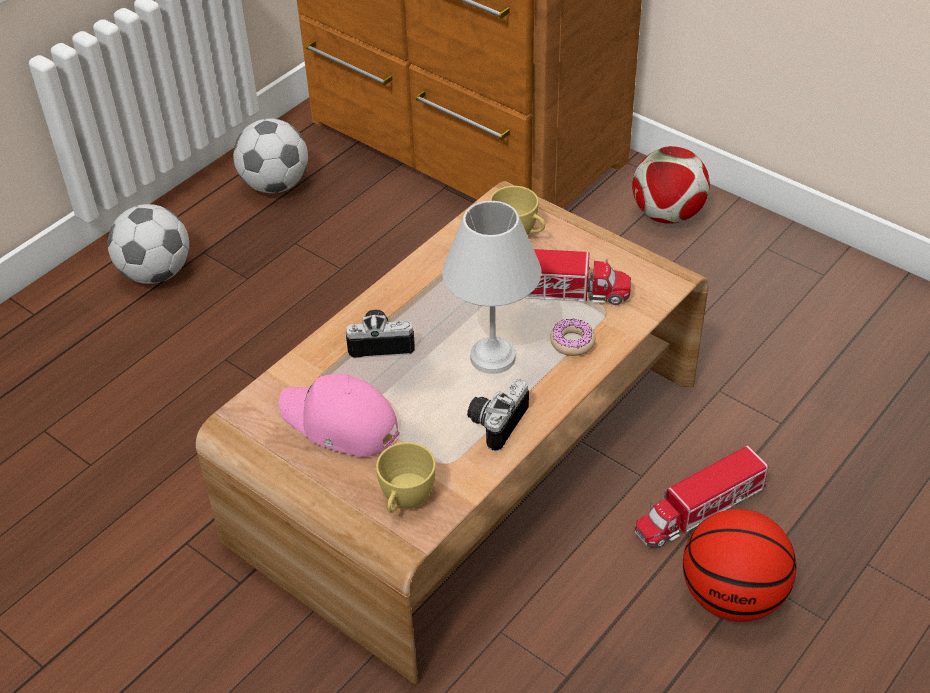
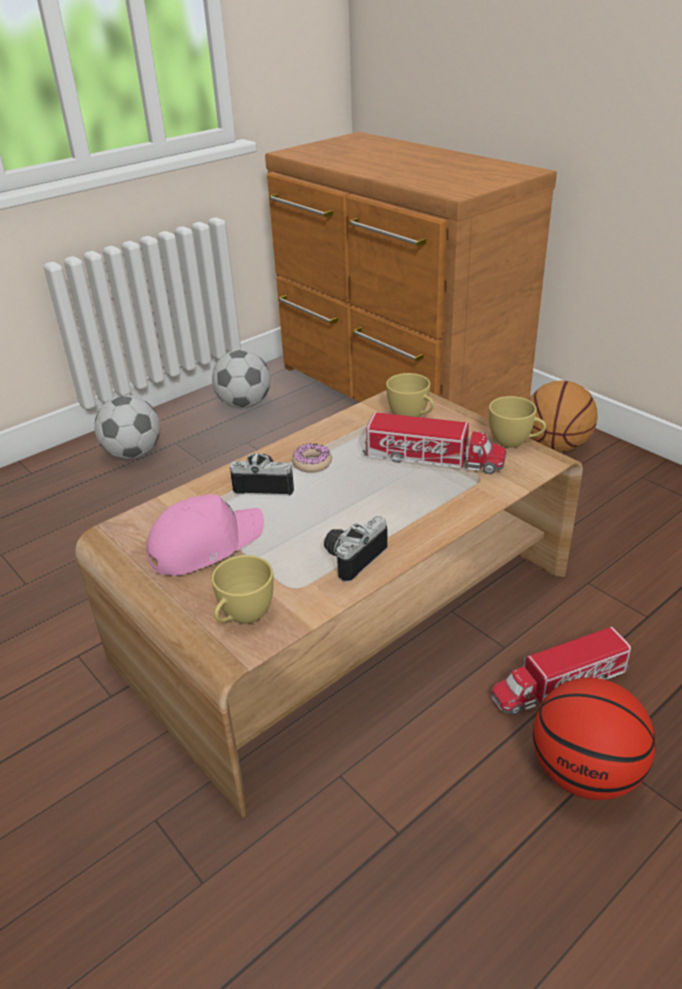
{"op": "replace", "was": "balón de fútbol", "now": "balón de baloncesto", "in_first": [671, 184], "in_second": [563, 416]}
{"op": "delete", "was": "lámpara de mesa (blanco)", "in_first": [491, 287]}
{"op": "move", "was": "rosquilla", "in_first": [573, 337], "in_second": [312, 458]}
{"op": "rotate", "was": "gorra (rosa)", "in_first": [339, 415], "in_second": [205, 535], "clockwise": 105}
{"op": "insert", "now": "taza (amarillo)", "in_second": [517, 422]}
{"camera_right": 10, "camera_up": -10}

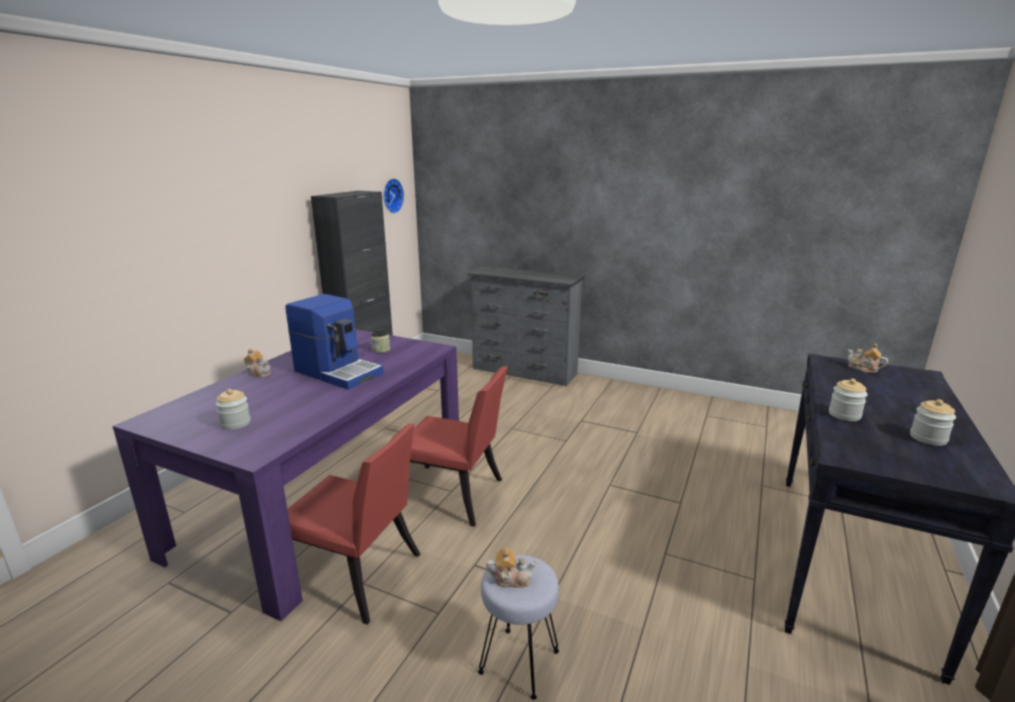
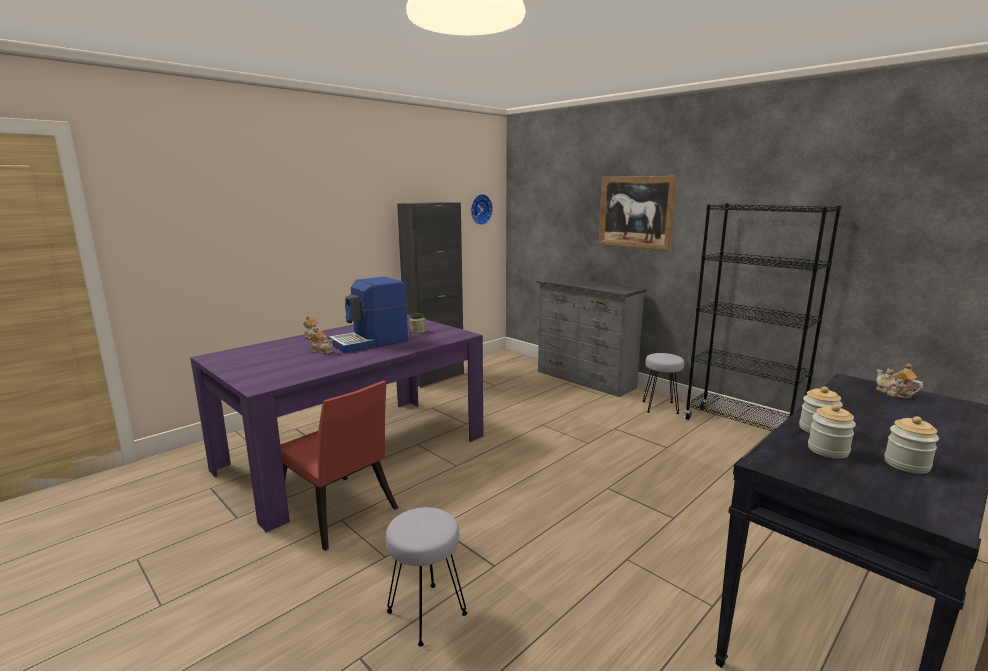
{"op": "rotate", "was": "cafetera", "in_first": [334, 342], "in_second": [368, 315], "clockwise": 90}
{"op": "delete", "was": "silla (rojo)", "in_first": [459, 446]}
{"op": "move", "was": "tarro", "in_first": [233, 409], "in_second": [832, 431]}
{"op": "move", "was": "tetera", "in_first": [511, 567], "in_second": [320, 341]}
{"op": "insert", "now": "cuadro", "in_second": [638, 213]}
{"op": "insert", "now": "estantería (negro)", "in_second": [762, 317]}
{"op": "insert", "now": "taburete (gris)", "in_second": [663, 383]}
{"camera_right": 20, "camera_up": -5}

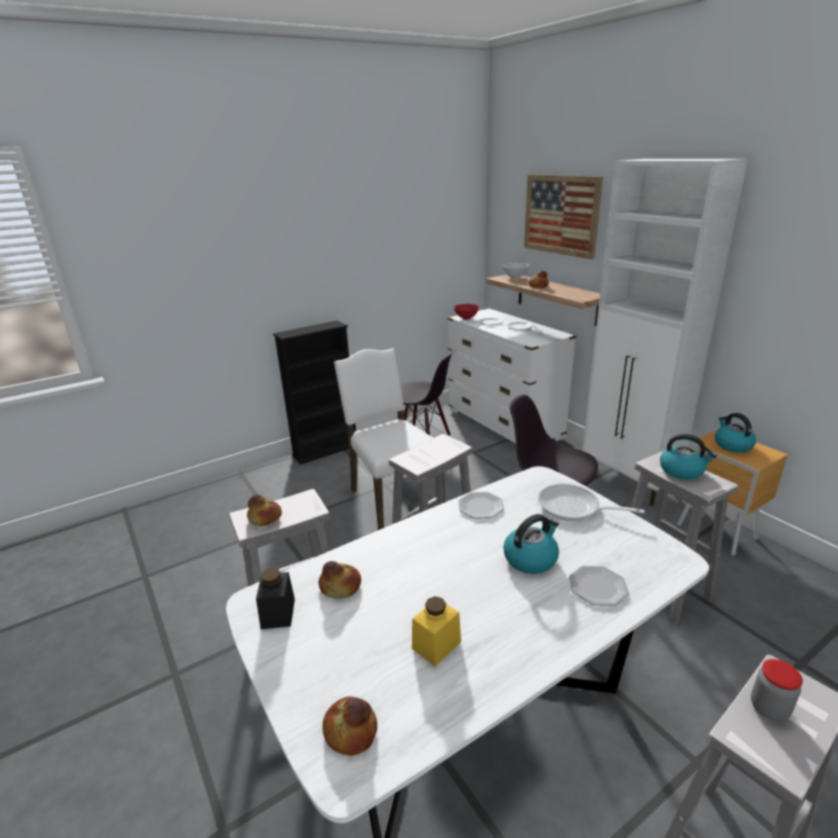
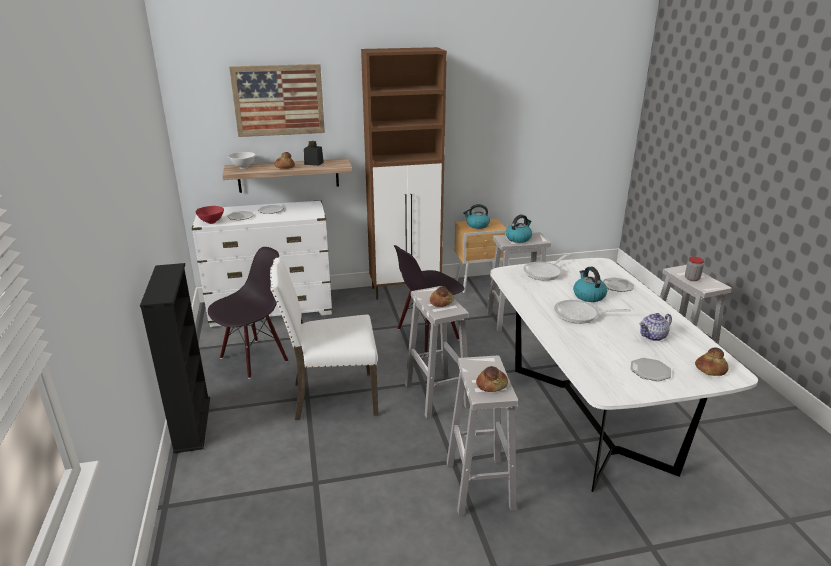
{"op": "recolor", "was": "armario (blanco)", "now": "armario (marrón)", "in_first": [665, 332], "in_second": [404, 173]}
{"op": "move", "was": "plato", "in_first": [481, 505], "in_second": [650, 369]}
{"op": "move", "was": "pan", "in_first": [340, 580], "in_second": [442, 296]}
{"op": "move", "was": "tarro (negro)", "in_first": [275, 598], "in_second": [314, 153]}
{"op": "replace", "was": "tarro (amarillo)", "now": "tetera", "in_first": [436, 631], "in_second": [656, 327]}
{"op": "insert", "now": "sartén", "in_second": [592, 312]}
{"camera_right": -70, "camera_up": 0}

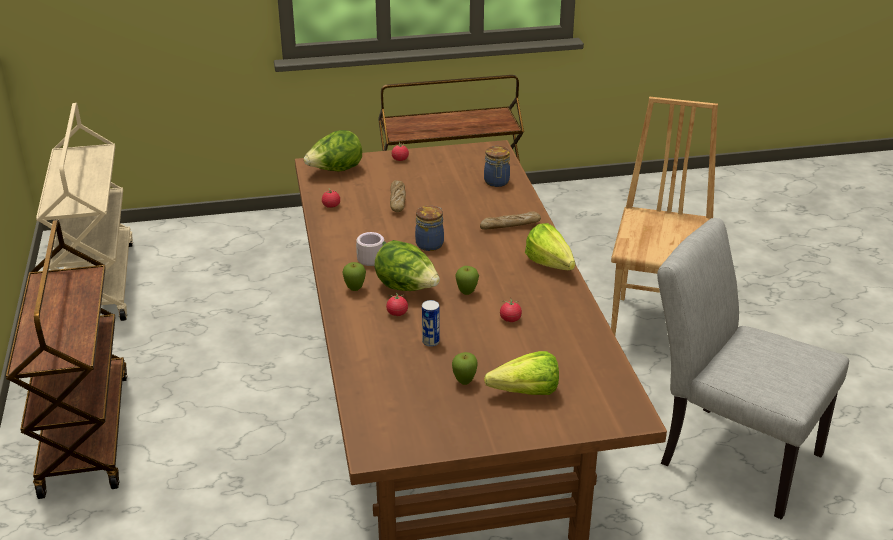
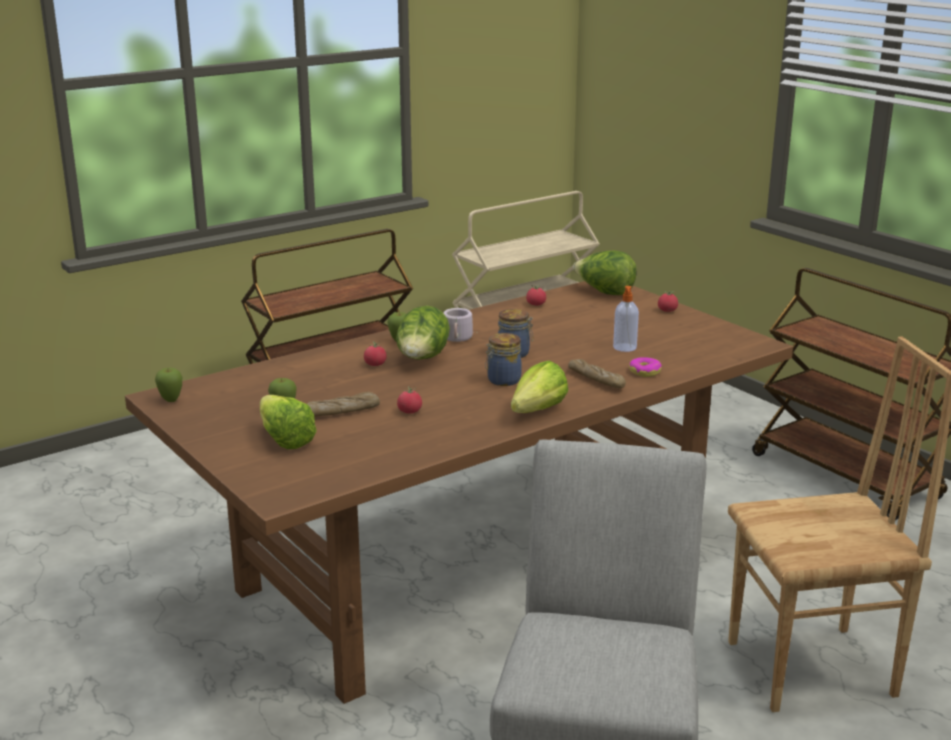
{"op": "move", "was": "tarro", "in_first": [497, 166], "in_second": [503, 359]}
{"op": "move", "was": "pan", "in_first": [398, 196], "in_second": [343, 404]}
{"op": "move", "was": "manzana", "in_first": [467, 280], "in_second": [168, 385]}
{"op": "delete", "was": "lata", "in_first": [431, 323]}
{"op": "insert", "now": "dispensador de jabón", "in_second": [626, 319]}
{"op": "insert", "now": "rosquilla", "in_second": [645, 367]}
{"camera_right": 65, "camera_up": -10}

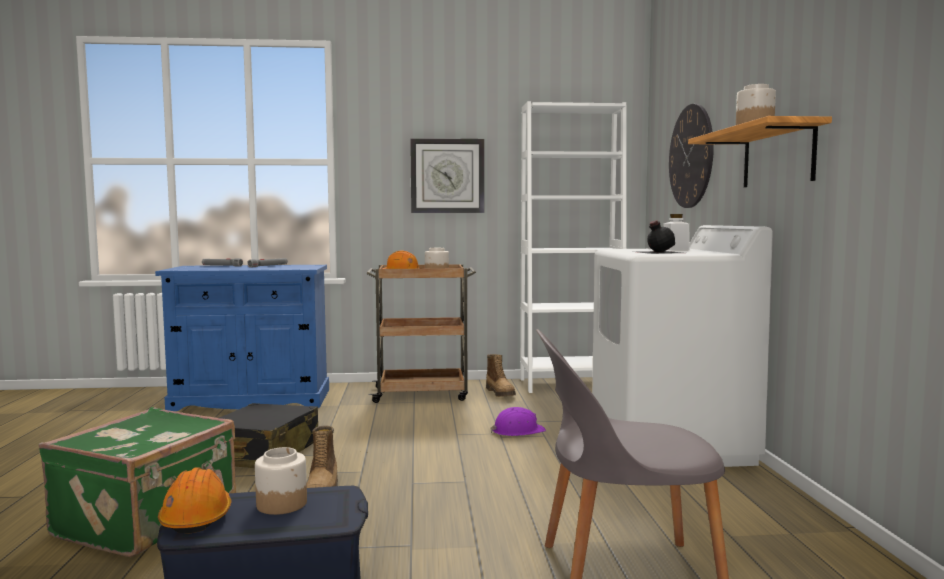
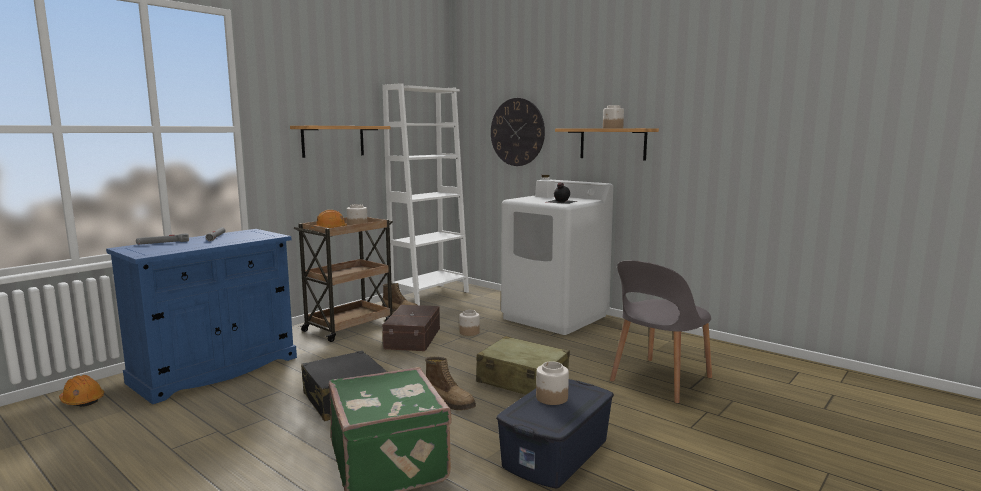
{"op": "replace", "was": "reloj de pared", "now": "estante", "in_first": [447, 175], "in_second": [340, 142]}
{"op": "replace", "was": "casco (morado)", "now": "tarro", "in_first": [518, 421], "in_second": [469, 323]}
{"op": "move", "was": "casco (naranja)", "in_first": [195, 500], "in_second": [81, 391]}
{"op": "insert", "now": "caja de almacenaje (marrón)", "in_second": [411, 328]}
{"op": "insert", "now": "maleta (beis)", "in_second": [523, 365]}
{"camera_right": -45, "camera_up": 5}

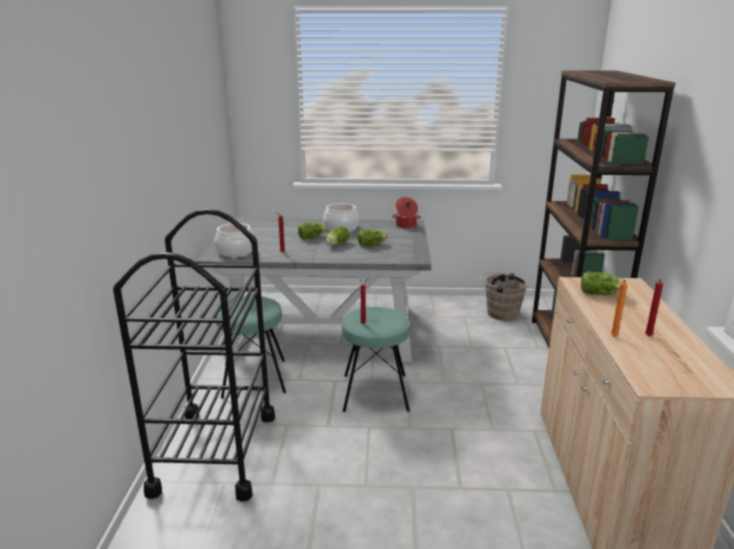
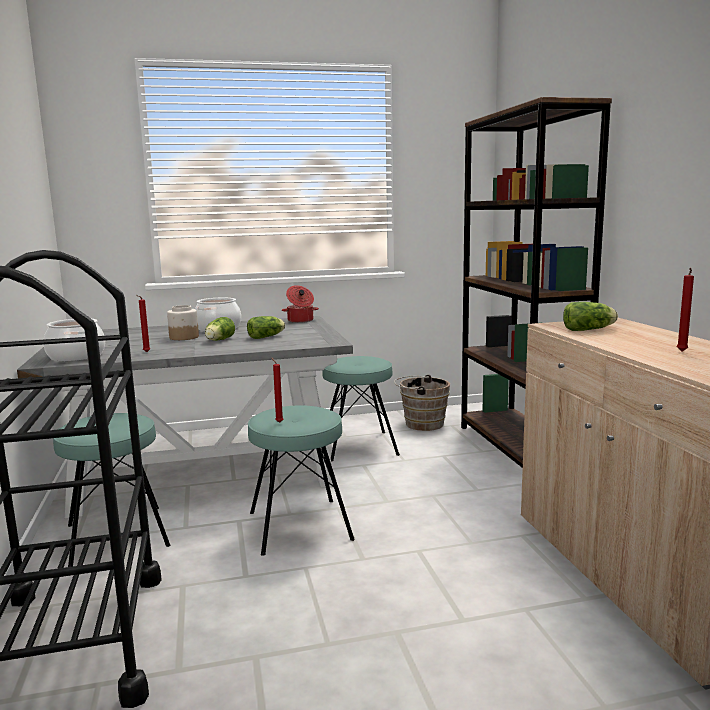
{"op": "replace", "was": "lechuga", "now": "tarro", "in_first": [312, 230], "in_second": [183, 322]}
{"op": "delete", "was": "vela (naranja)", "in_first": [619, 308]}
{"op": "insert", "now": "taburete (turquesa)", "in_second": [361, 408]}
{"camera_right": -15, "camera_up": -10}

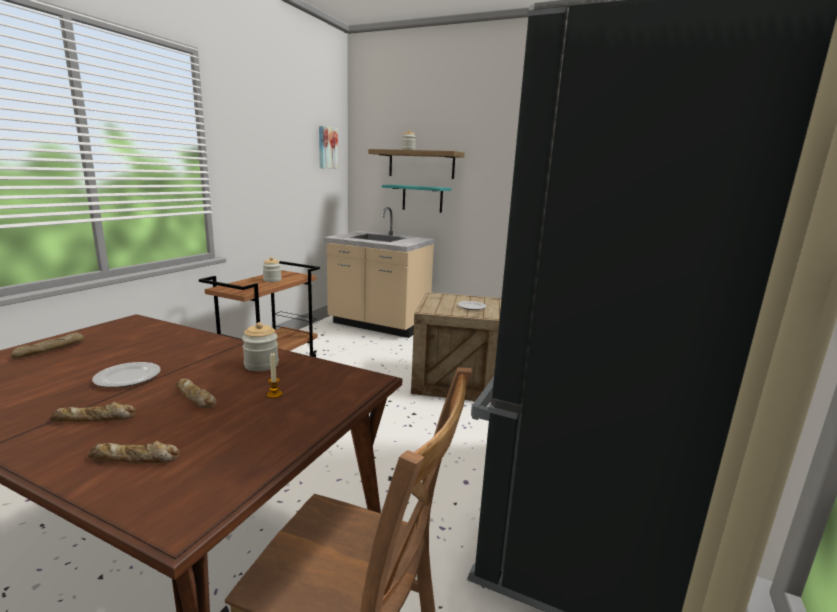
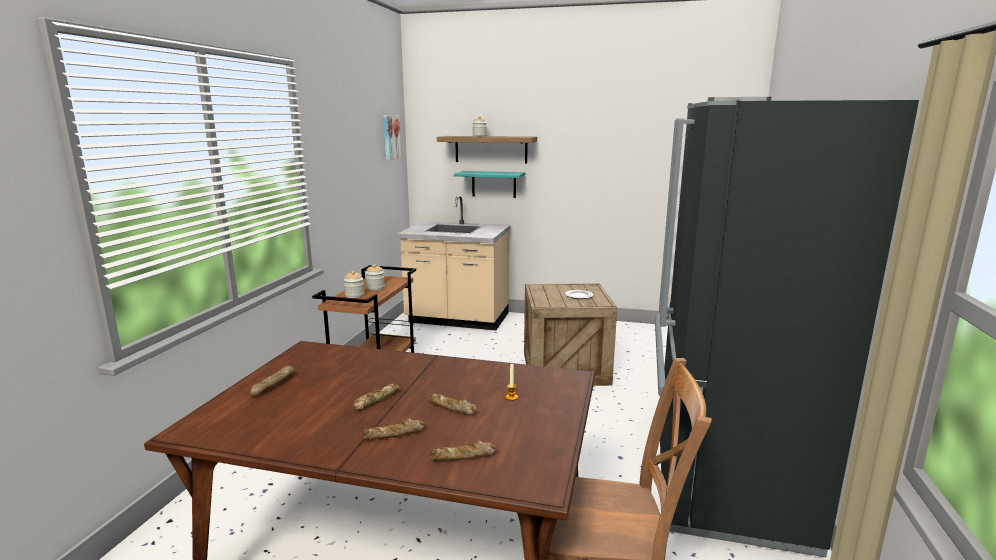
{"op": "move", "was": "tarro", "in_first": [260, 346], "in_second": [354, 284]}
{"op": "replace", "was": "plato", "now": "pan", "in_first": [126, 374], "in_second": [377, 397]}
{"camera_right": -10, "camera_up": 0}

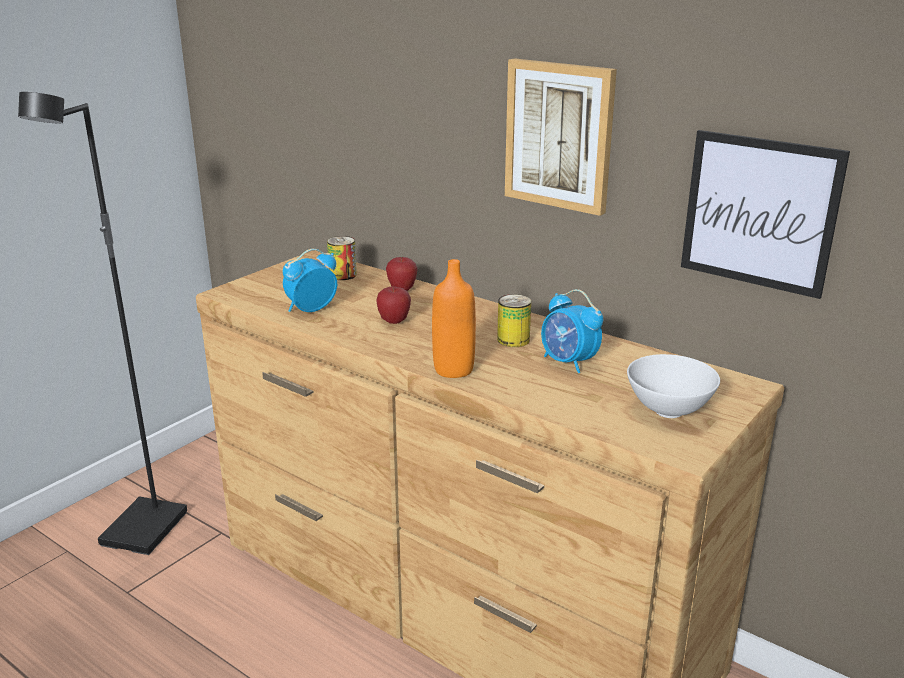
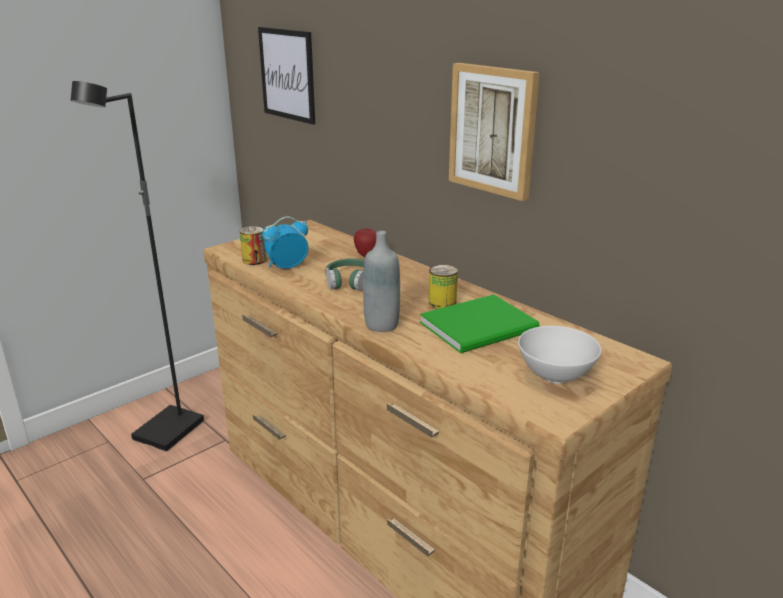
{"op": "move", "was": "cuadro", "in_first": [765, 214], "in_second": [286, 76]}
{"op": "move", "was": "lata", "in_first": [342, 258], "in_second": [253, 245]}
{"op": "recolor", "was": "botella (naranja)", "now": "botella (gris)", "in_first": [454, 318], "in_second": [381, 281]}
{"op": "replace", "was": "manzana", "now": "auriculares (verde)", "in_first": [393, 305], "in_second": [344, 274]}
{"op": "replace", "was": "despertador", "now": "libro (verde)", "in_first": [572, 331], "in_second": [480, 323]}
{"camera_right": 10, "camera_up": 0}

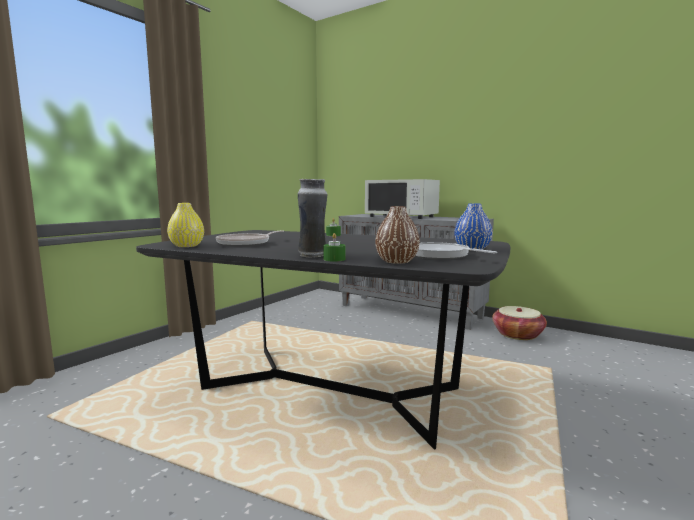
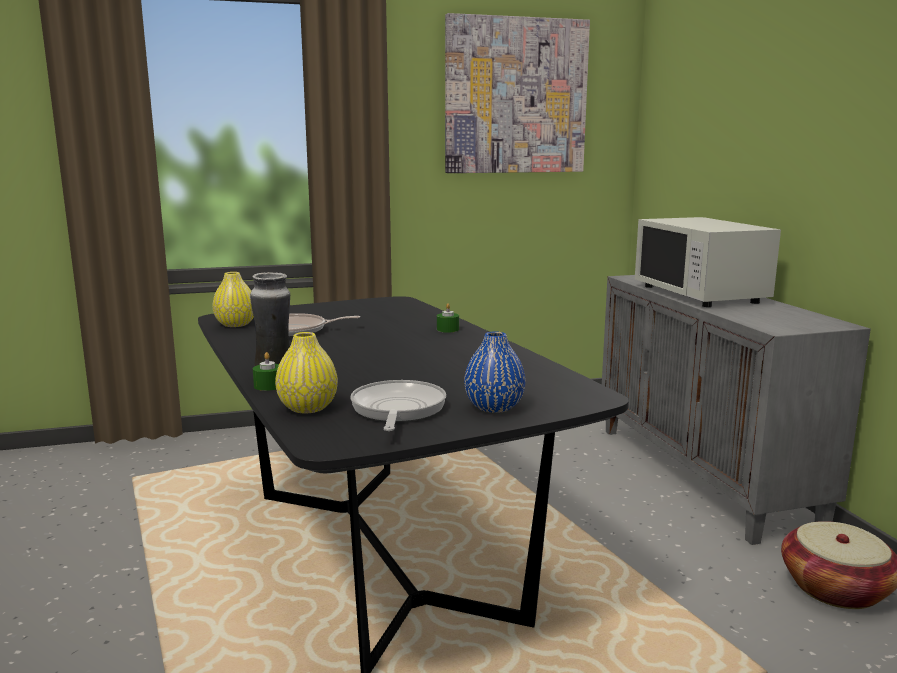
{"op": "recolor", "was": "florero (marrón)", "now": "florero (amarillo)", "in_first": [397, 235], "in_second": [306, 372]}
{"op": "insert", "now": "cuadro", "in_second": [517, 93]}
{"camera_right": 40, "camera_up": 5}

